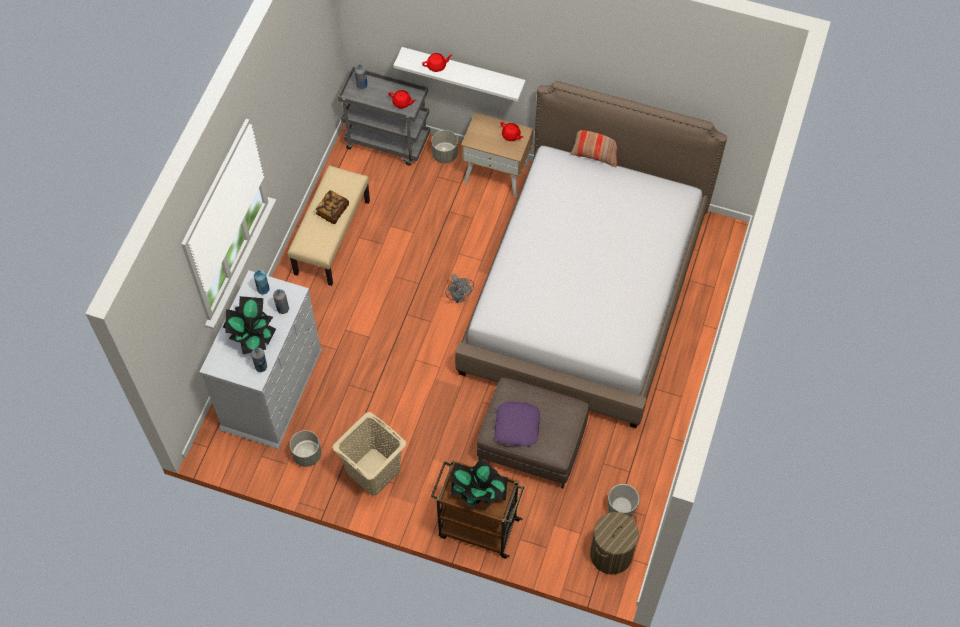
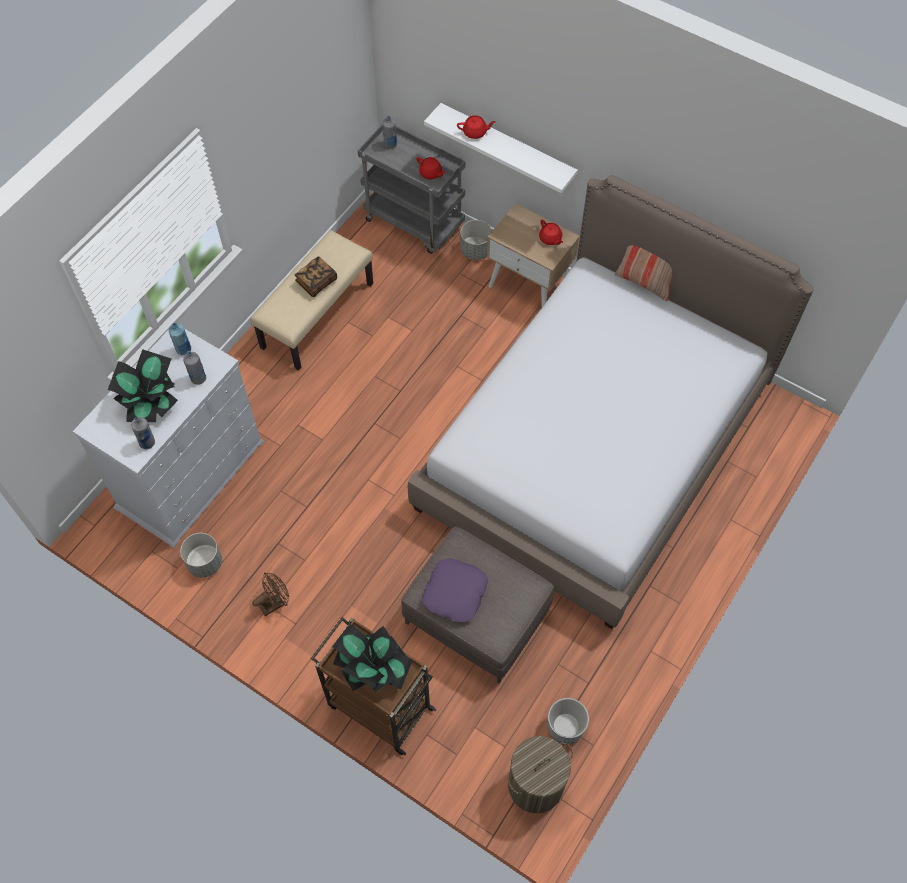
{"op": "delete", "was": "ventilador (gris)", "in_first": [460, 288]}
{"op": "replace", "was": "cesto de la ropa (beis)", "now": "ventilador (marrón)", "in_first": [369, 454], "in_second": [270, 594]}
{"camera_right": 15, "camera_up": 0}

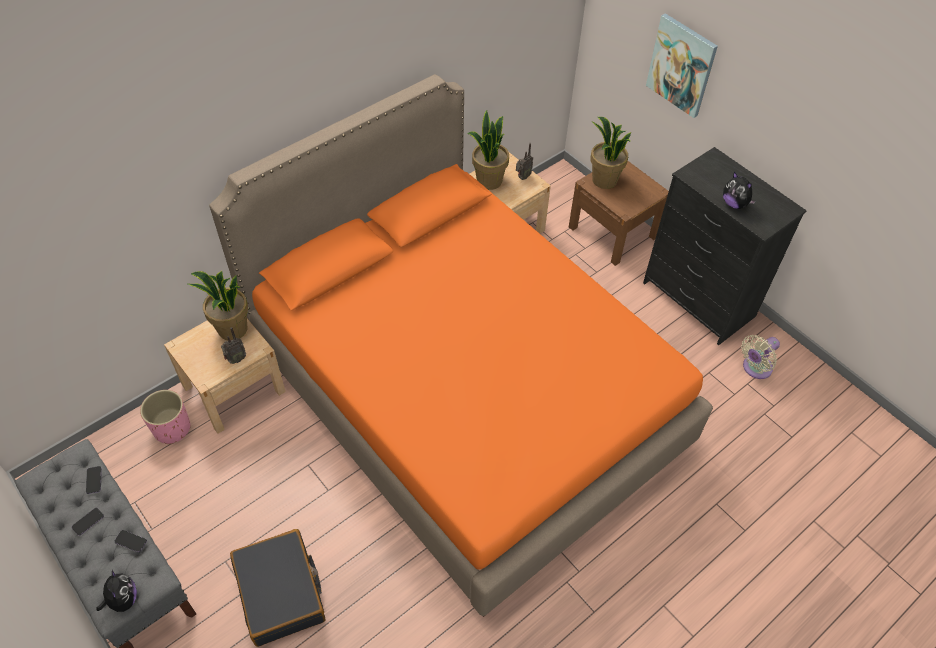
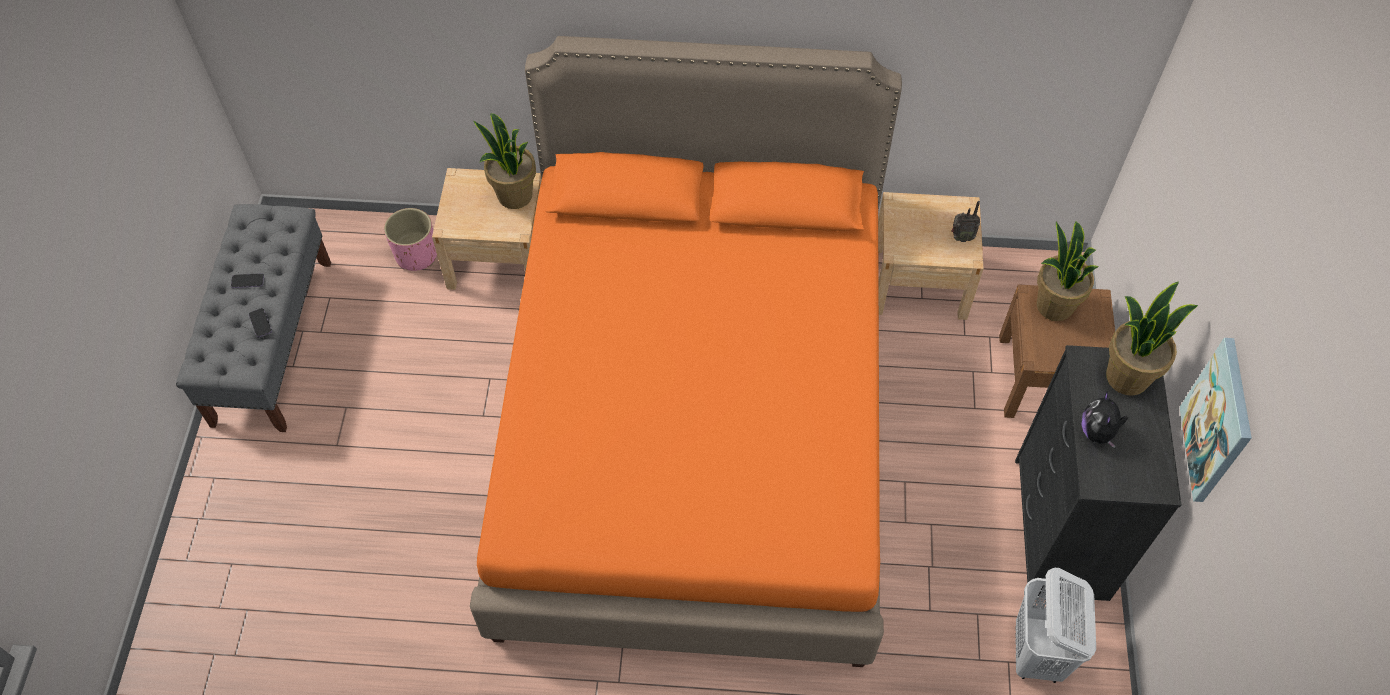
{"op": "move", "was": "cuadro", "in_first": [682, 65], "in_second": [1216, 420]}
{"op": "move", "was": "planta en maceta", "in_first": [488, 150], "in_second": [1152, 339]}
{"op": "delete", "was": "radio", "in_first": [234, 345]}
{"op": "replace", "was": "ventilador (beis)", "now": "cesto de la ropa (blanco)", "in_first": [760, 357], "in_second": [1055, 625]}
{"op": "delete", "was": "móvil", "in_first": [94, 480]}
{"op": "delete", "was": "maleta (negro)", "in_first": [277, 588]}
{"op": "delete", "was": "peluche", "in_first": [116, 590]}
{"camera_right": 45, "camera_up": 5}

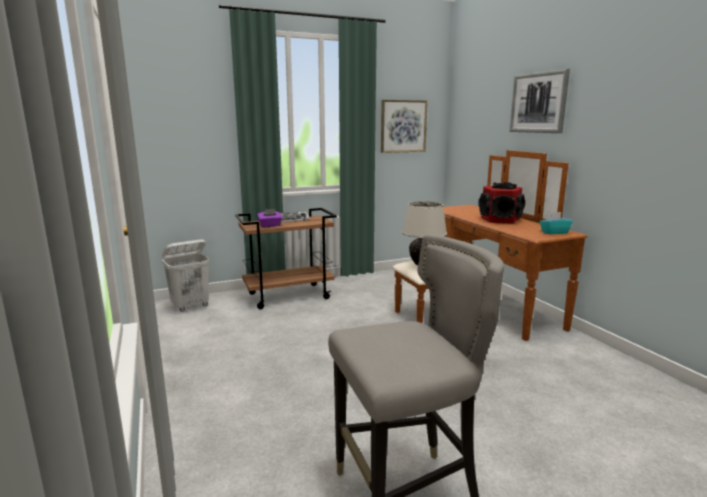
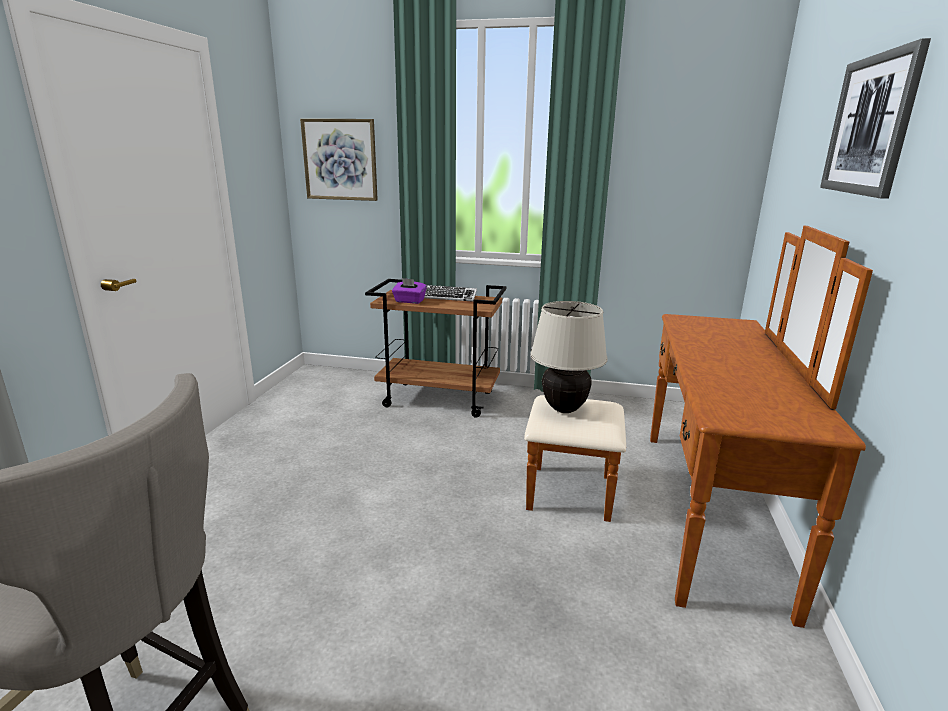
{"op": "move", "was": "cuadro", "in_first": [404, 126], "in_second": [339, 160]}
{"op": "delete", "was": "altavoz", "in_first": [501, 203]}
{"op": "delete", "was": "caja de pañuelos (turquesa)", "in_first": [556, 223]}
{"op": "delete", "was": "cesto de la ropa (blanco)", "in_first": [186, 275]}
{"camera_right": 35, "camera_up": 5}

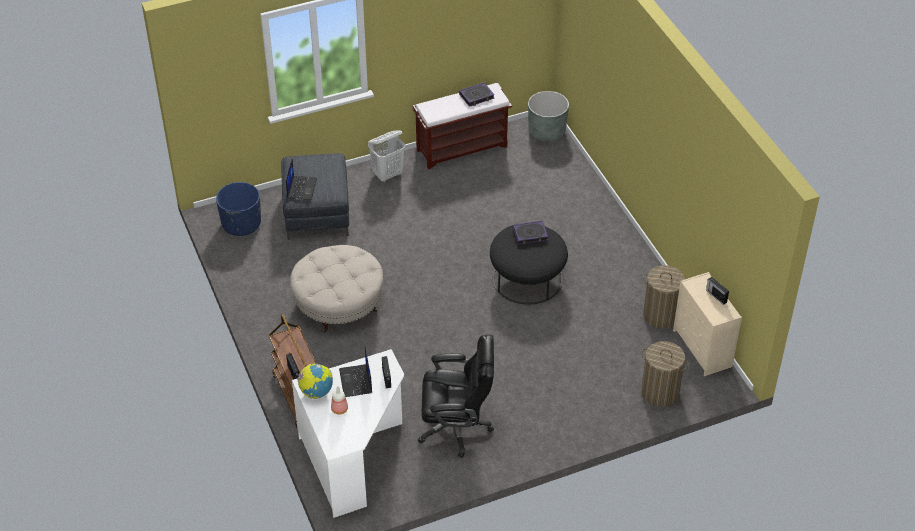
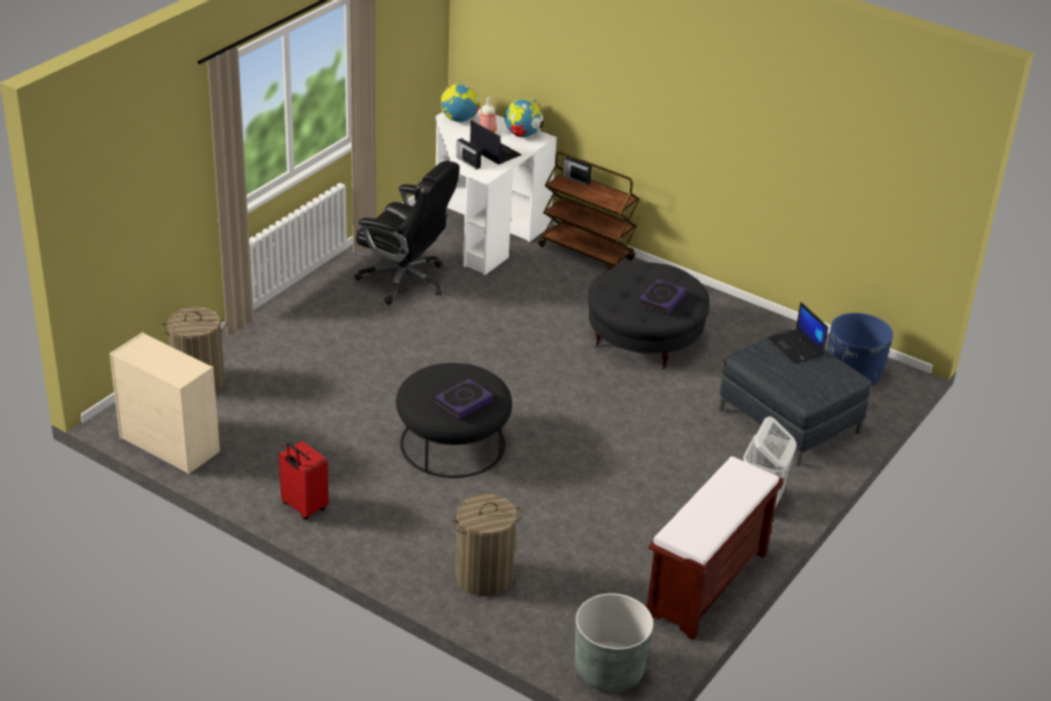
{"op": "move", "was": "libro", "in_first": [476, 94], "in_second": [662, 296]}
{"op": "recolor", "was": "puf (beis)", "now": "puf (negro)", "in_first": [336, 288], "in_second": [648, 316]}
{"op": "move", "was": "cesto de la ropa", "in_first": [664, 296], "in_second": [487, 545]}
{"op": "delete", "was": "radio", "in_first": [717, 291]}
{"op": "rotate", "was": "silla de oficina (negro)", "in_first": [456, 396], "in_second": [407, 233], "clockwise": -120}
{"op": "insert", "now": "globo terráqueo", "in_second": [460, 103]}
{"op": "insert", "now": "maleta (rojo)", "in_second": [304, 480]}
{"camera_right": 145, "camera_up": -10}

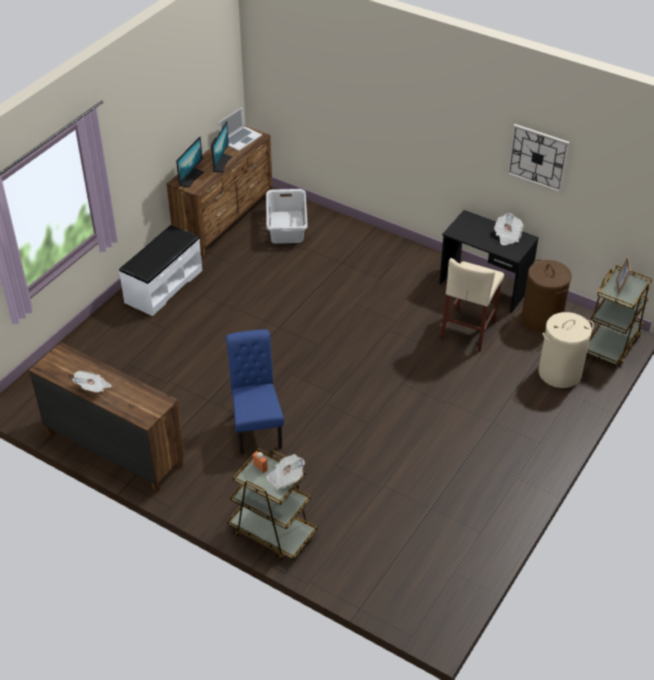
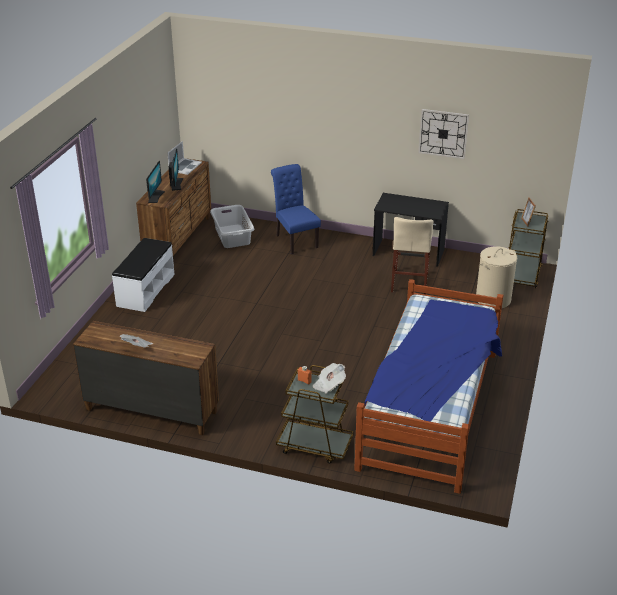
{"op": "delete", "was": "periódico", "in_first": [508, 229]}
{"op": "delete", "was": "cesto de la ropa (marrón)", "in_first": [546, 295]}
{"op": "move", "was": "silla (azul)", "in_first": [255, 391], "in_second": [296, 209]}
{"op": "insert", "now": "cama", "in_second": [428, 386]}
{"camera_right": -15, "camera_up": -10}

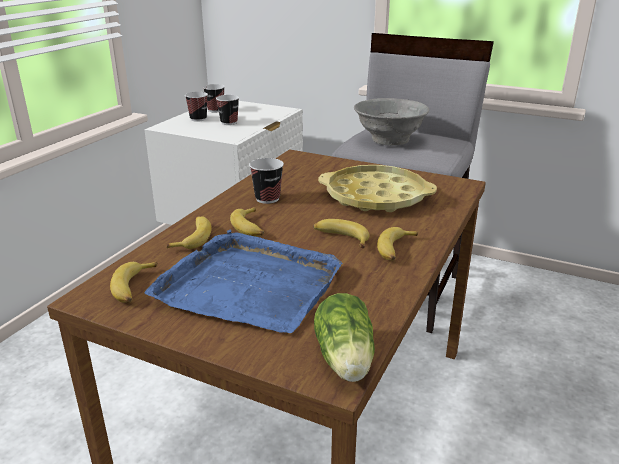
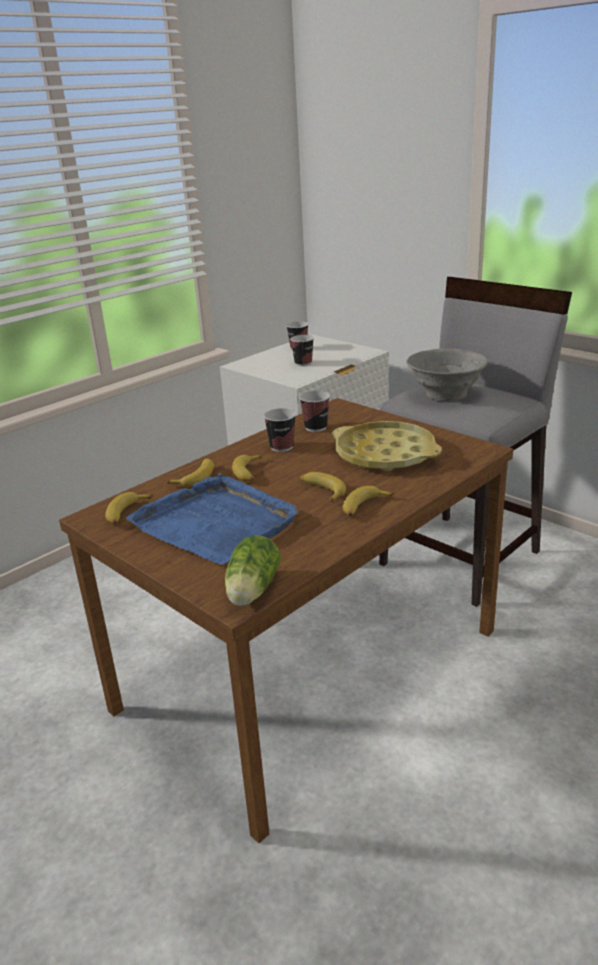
{"op": "move", "was": "taza", "in_first": [196, 107], "in_second": [314, 411]}
{"camera_right": 20, "camera_up": 0}

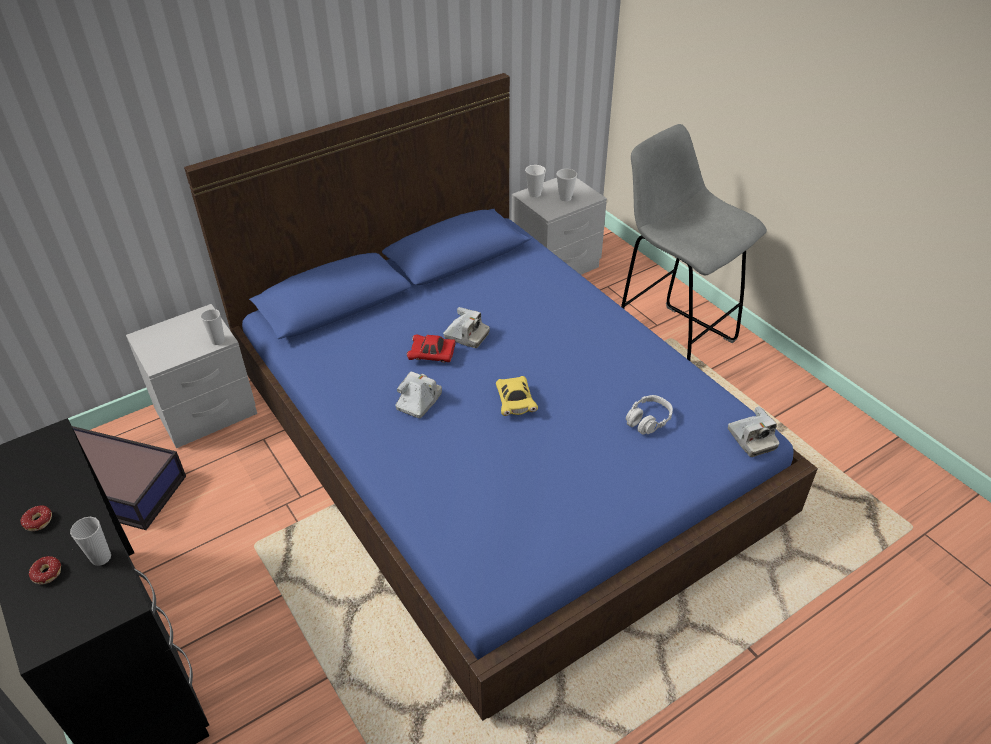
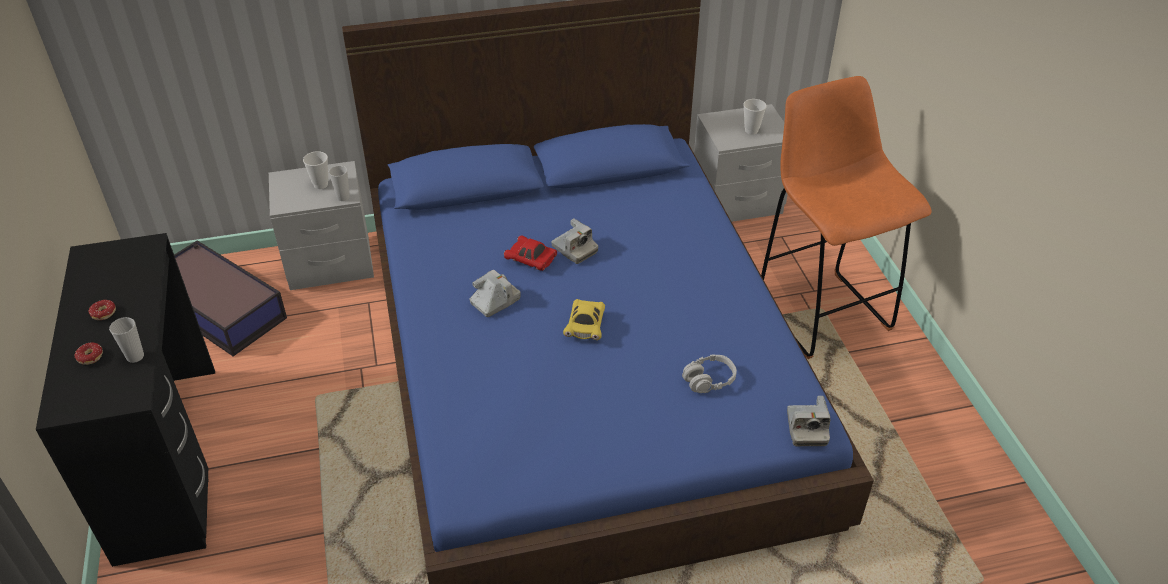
{"op": "recolor", "was": "taburete (gris)", "now": "taburete (naranja)", "in_first": [694, 242], "in_second": [846, 217]}
{"op": "move", "was": "taza", "in_first": [535, 181], "in_second": [315, 170]}
{"camera_right": 20, "camera_up": 0}

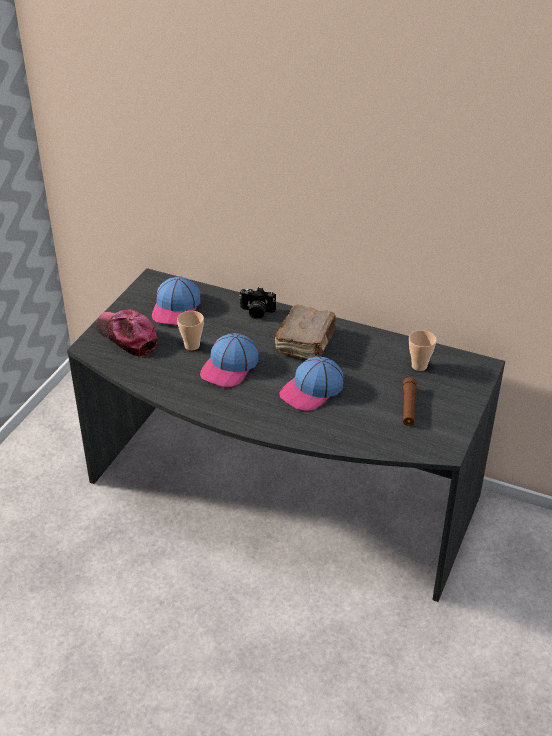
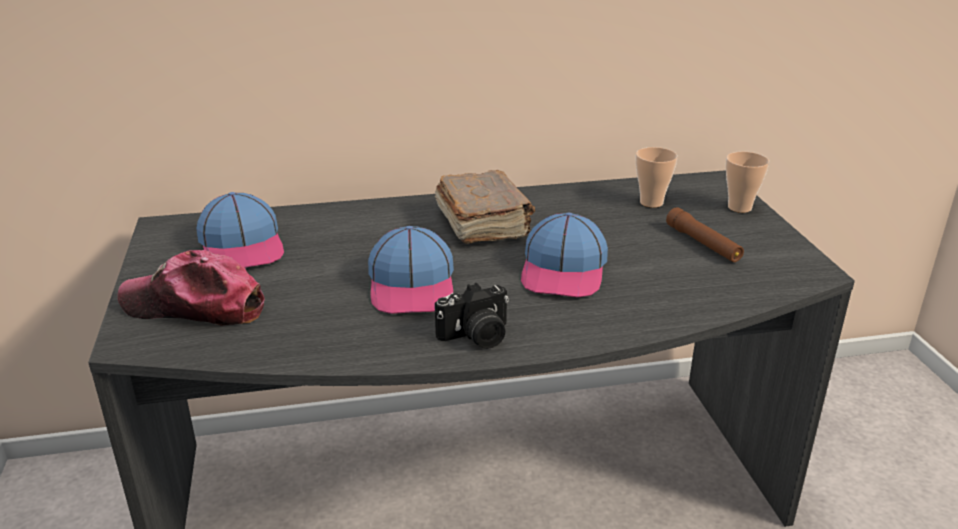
{"op": "move", "was": "cámara", "in_first": [257, 303], "in_second": [472, 316]}
{"op": "move", "was": "taza", "in_first": [190, 330], "in_second": [748, 182]}
{"camera_right": -35, "camera_up": -10}

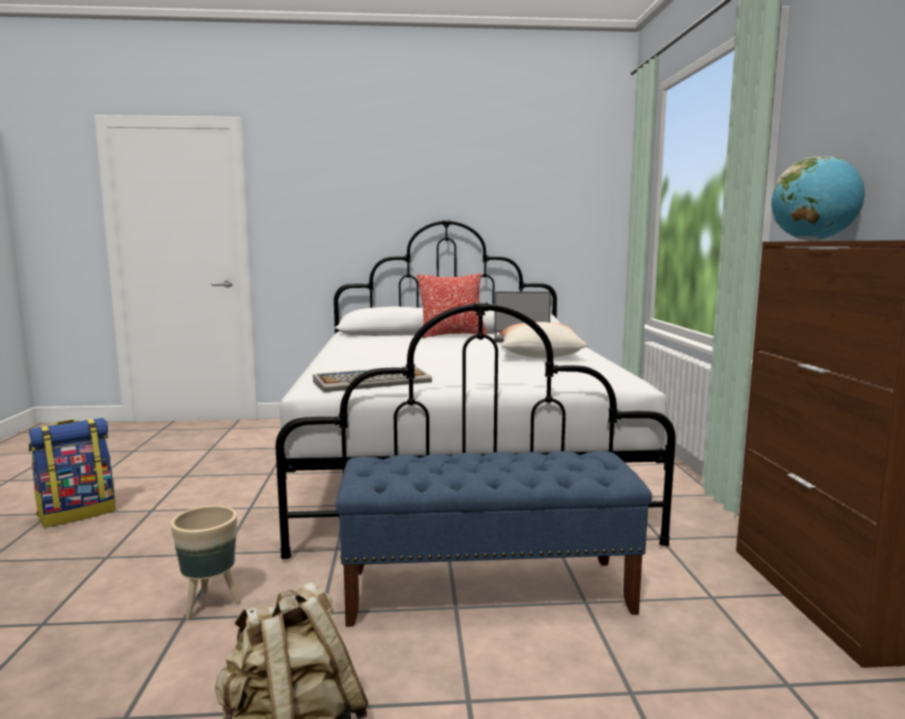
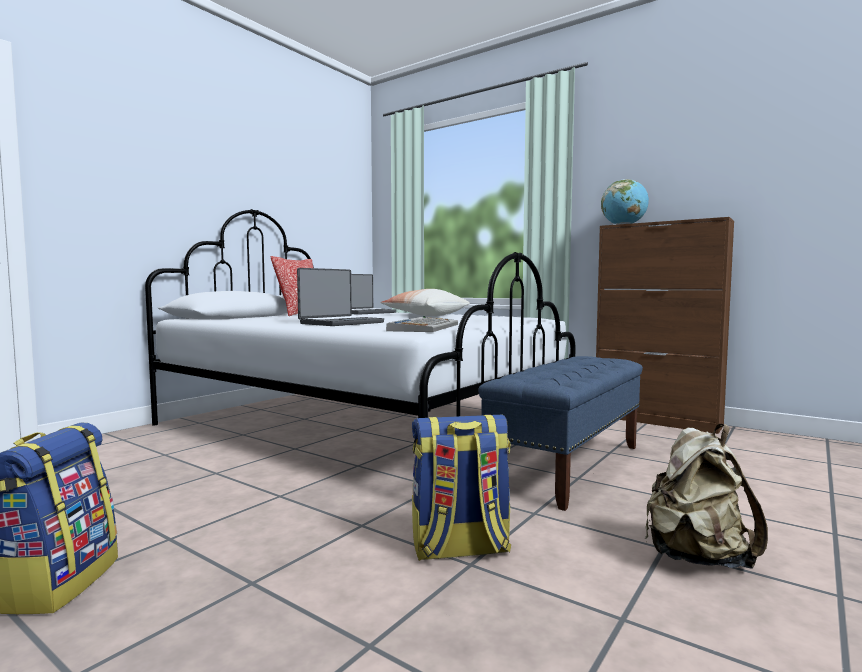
{"op": "replace", "was": "maceta (beis)", "now": "mochila", "in_first": [206, 562], "in_second": [461, 488]}
{"op": "insert", "now": "portátil", "in_second": [340, 297]}
{"camera_right": -50, "camera_up": -5}

